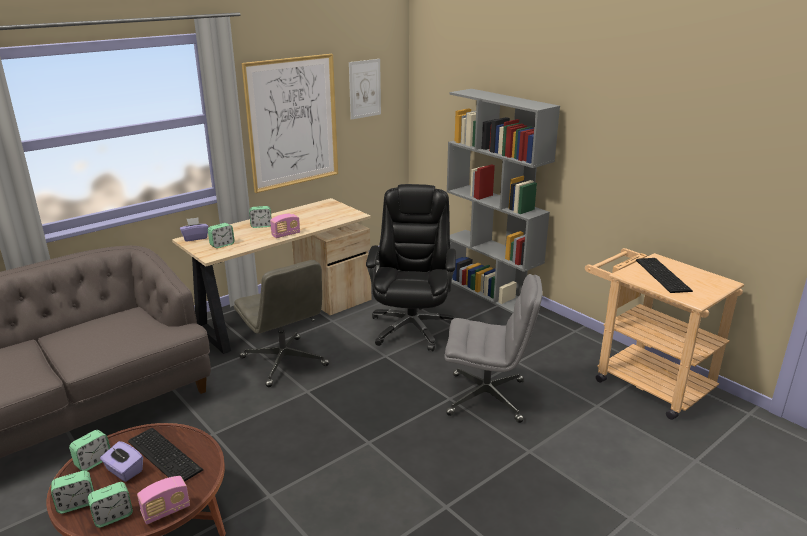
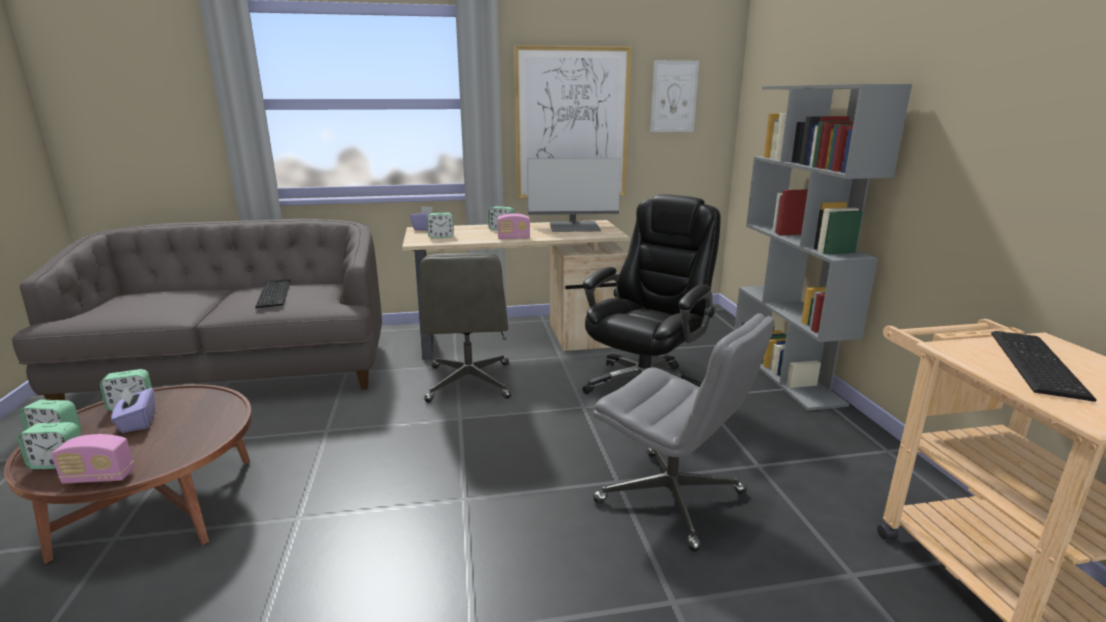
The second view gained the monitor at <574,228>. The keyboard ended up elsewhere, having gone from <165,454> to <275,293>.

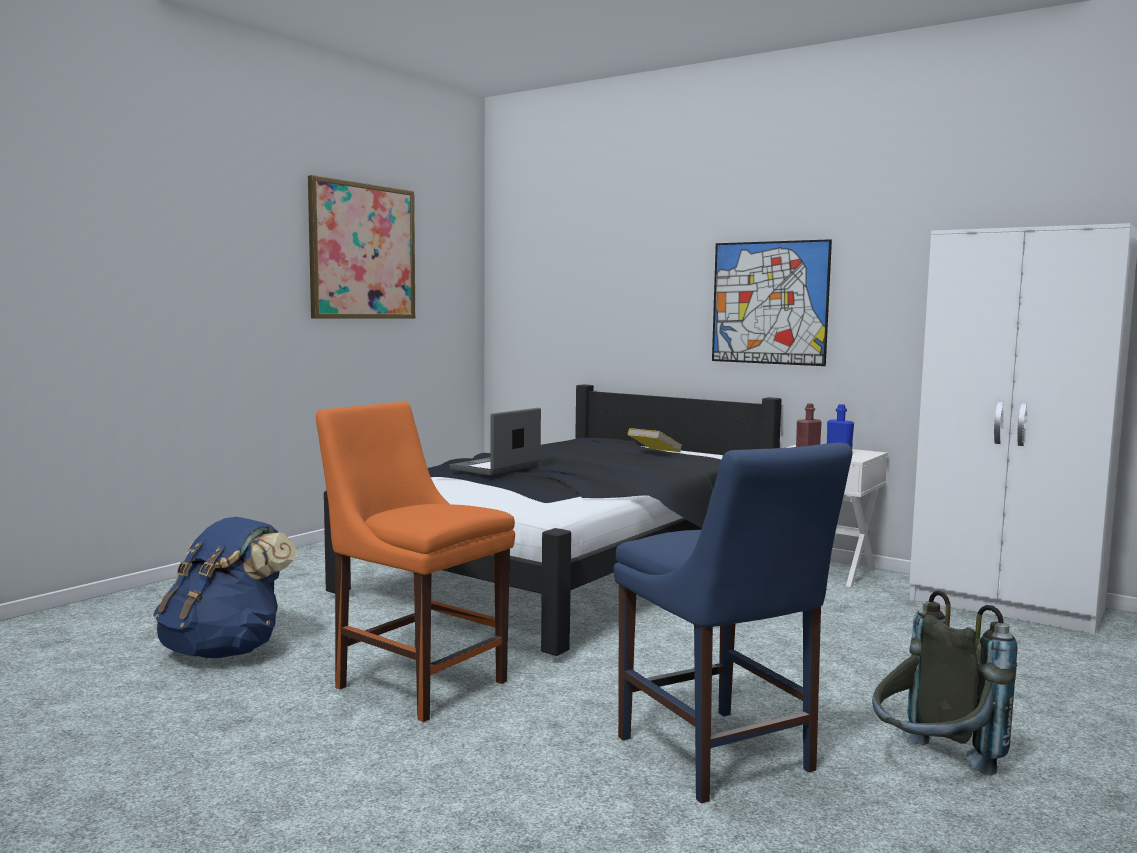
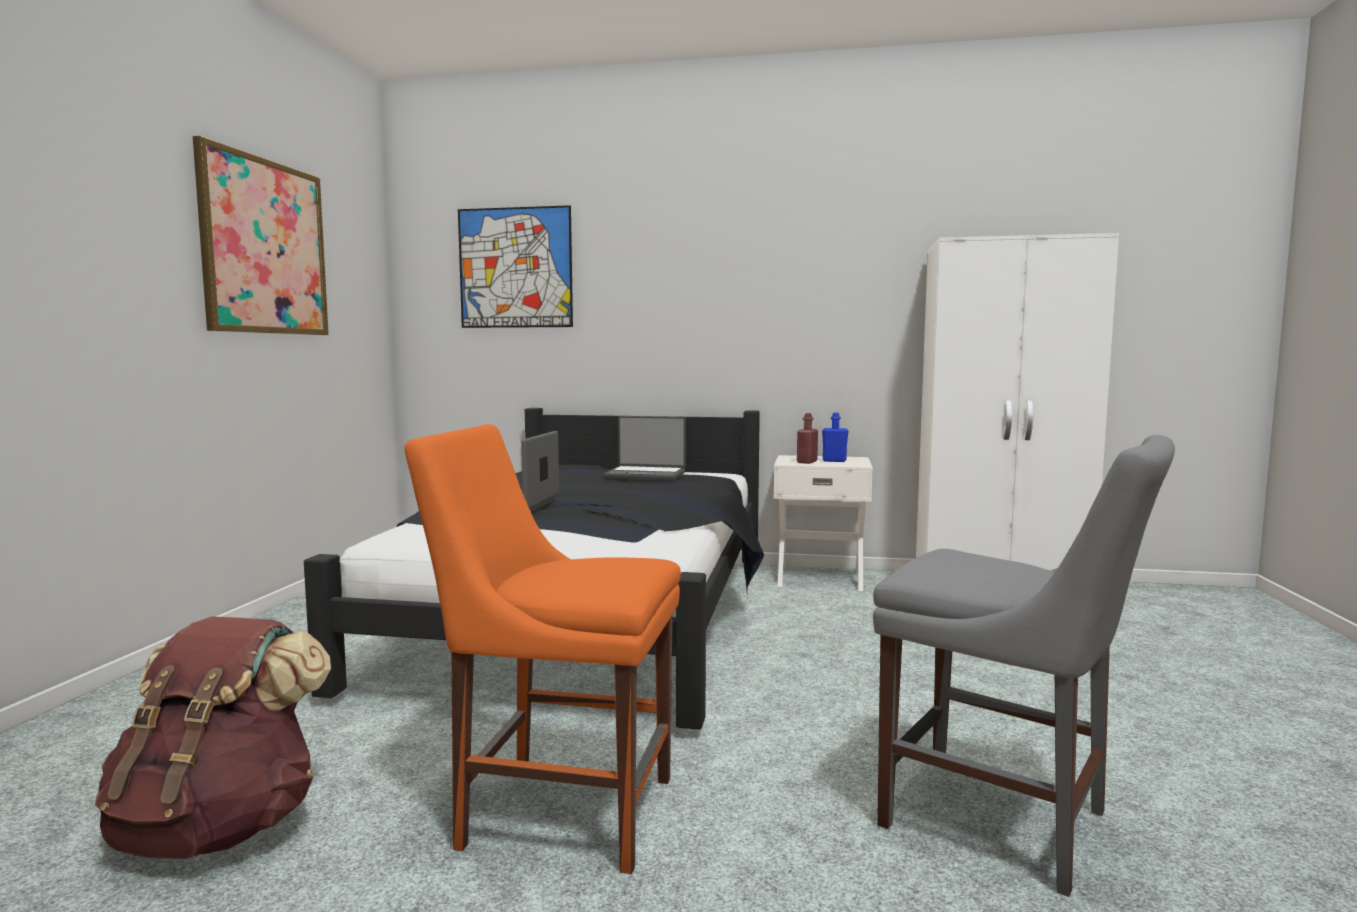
The second view lost the backpack (grey) at <931,767>. The picture ended up elsewhere, having gone from <769,303> to <515,268>. Where the book (yellow) stood at <654,452>, the laptop came to stand at <646,475>. What was the backpack (blue) at <226,650> turned into the backpack (brown) at <220,827>. What was the chair (blue) at <719,758> turned into the chair (grey) at <1005,823>.

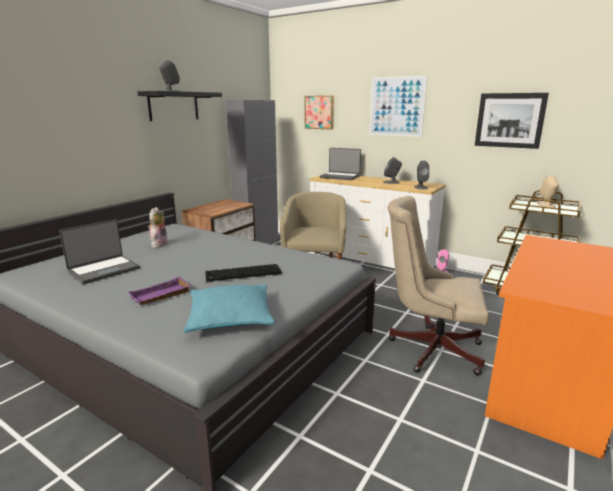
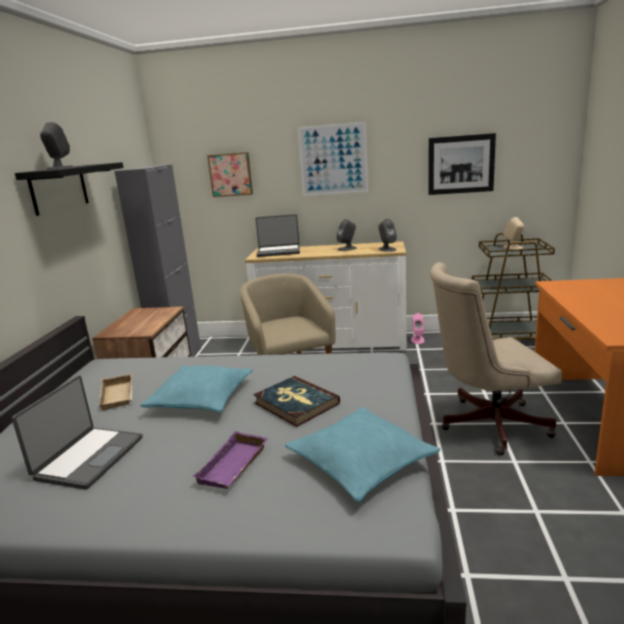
The second view gained the pillow (turquoise) at <201,398>. Where the plush toy stood at <158,244>, the tray (beige) came to stand at <119,395>. Where the keyboard stood at <242,274>, the book came to stand at <296,403>.

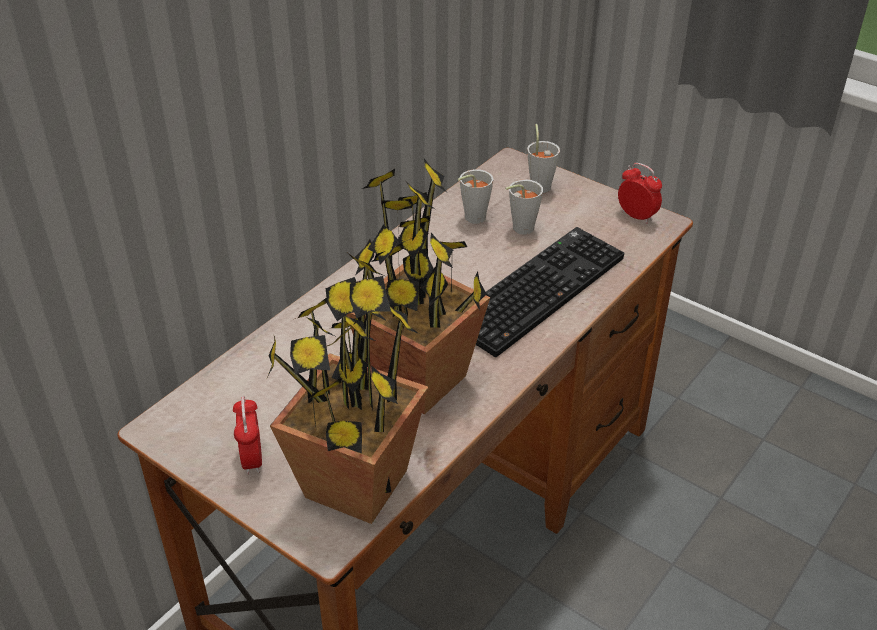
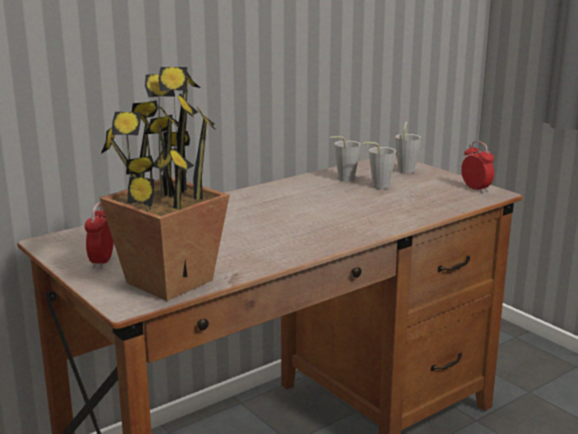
The second view lost the potted plant at <420,381>. The second view lost the keyboard at <537,289>.

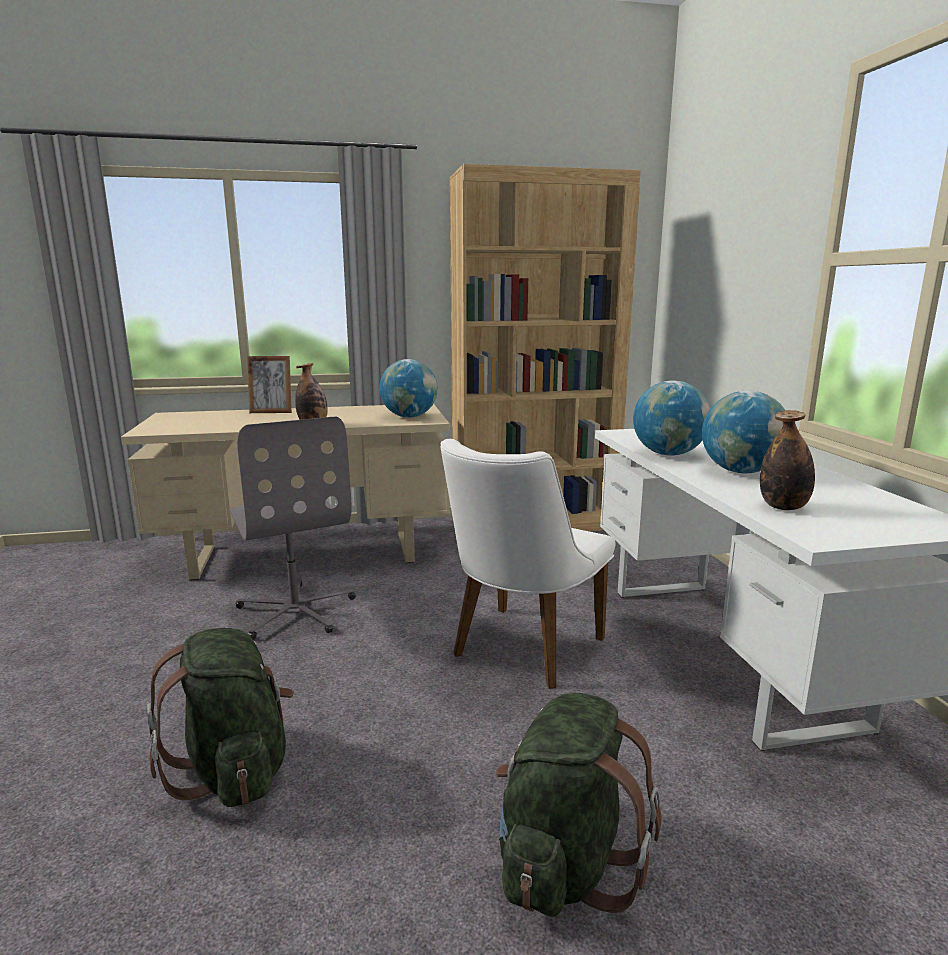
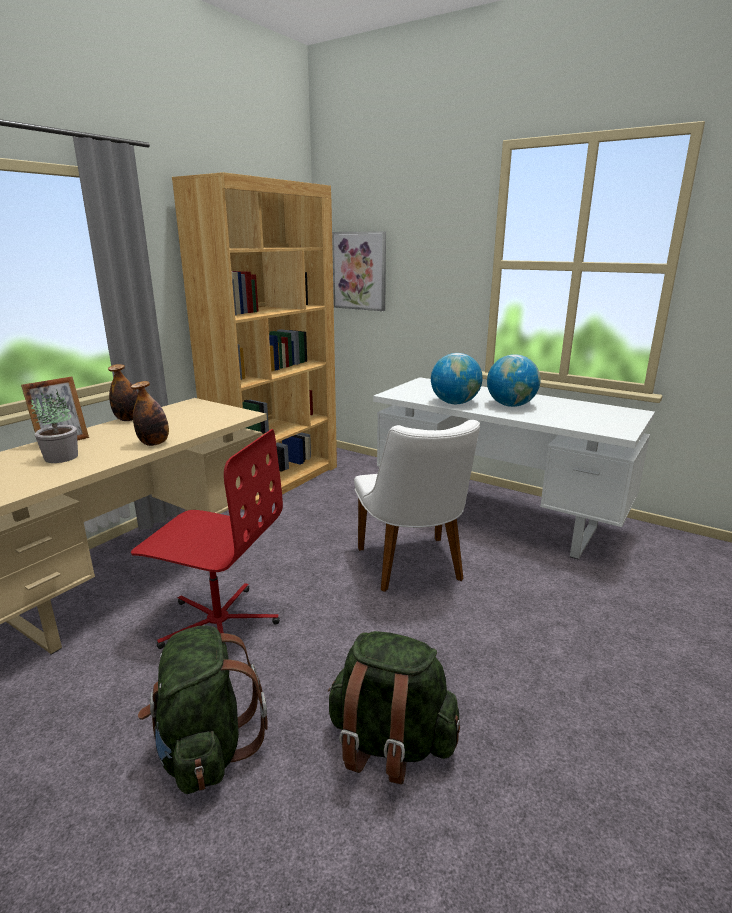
The second view lost the globe at <409,417>. The second view gained the potted plant at <61,457>. The second view gained the picture at <360,271>. The backpack (green) ended up elsewhere, having gone from <564,863> to <205,748>. The bottle ended up elsewhere, having gone from <783,507> to <128,419>. What was the office chair (grey) at <296,611> turned into the office chair (red) at <218,623>.

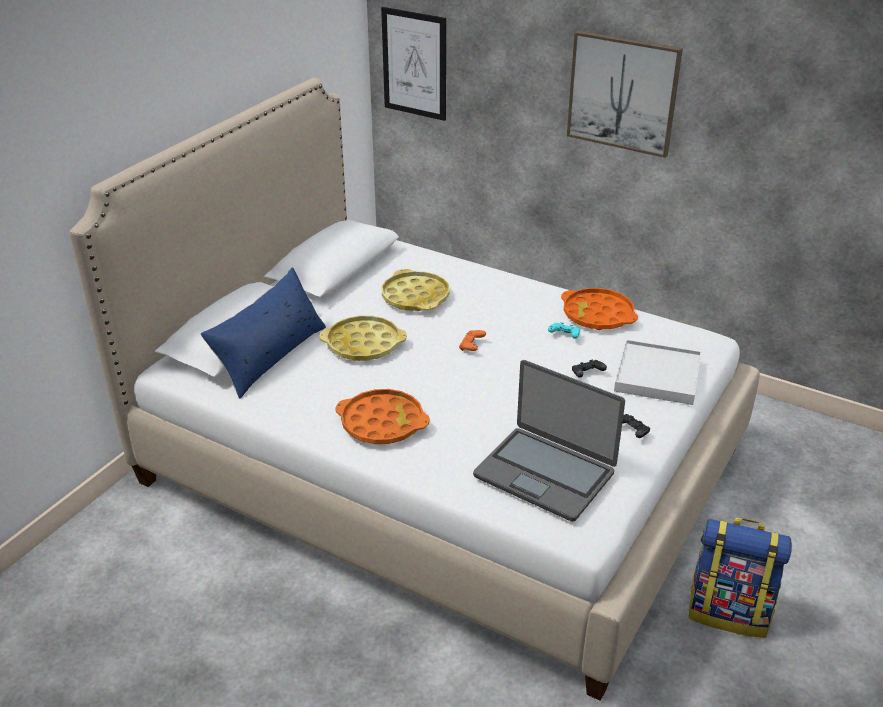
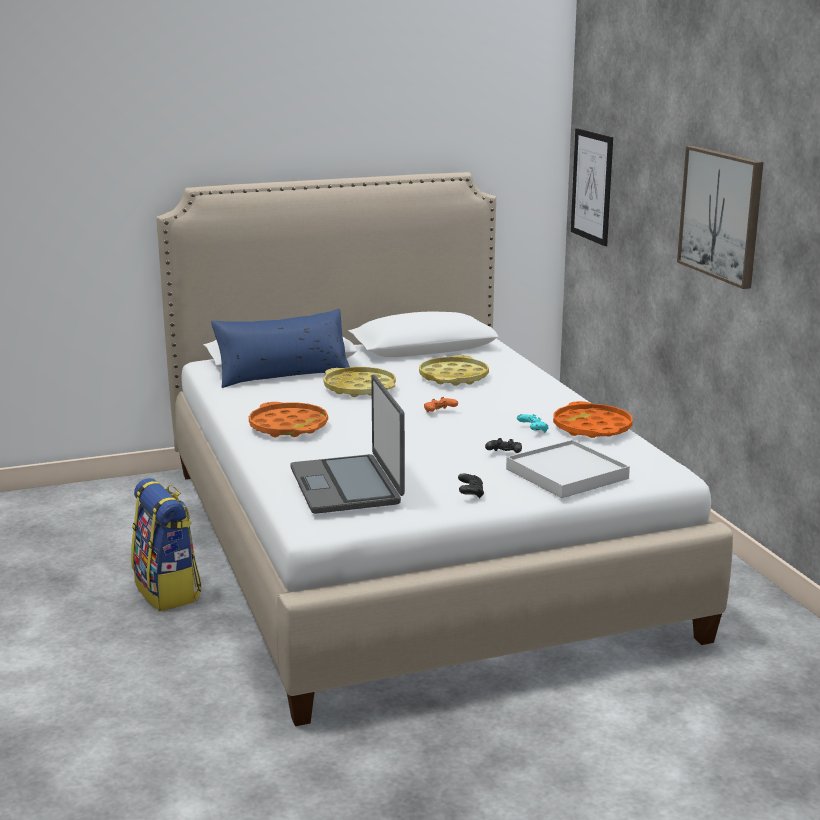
The backpack ended up elsewhere, having gone from <729,612> to <168,591>.

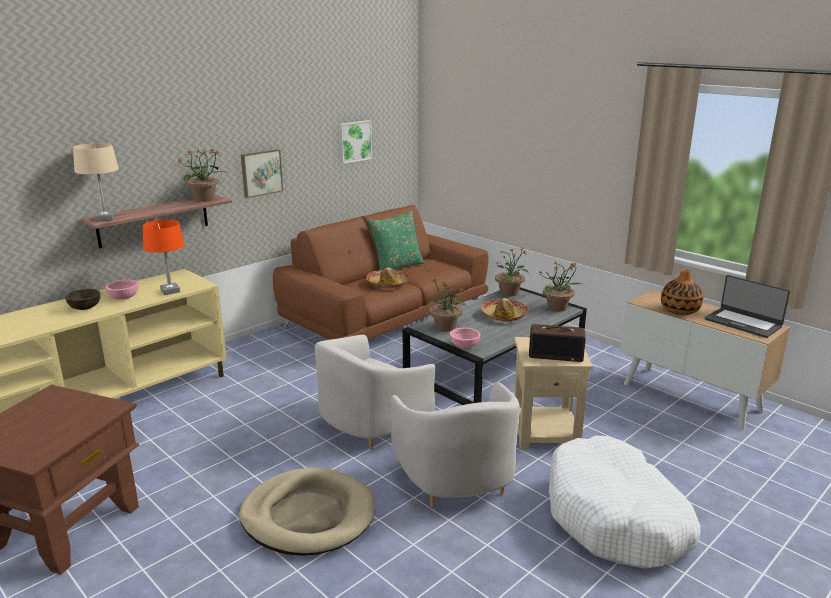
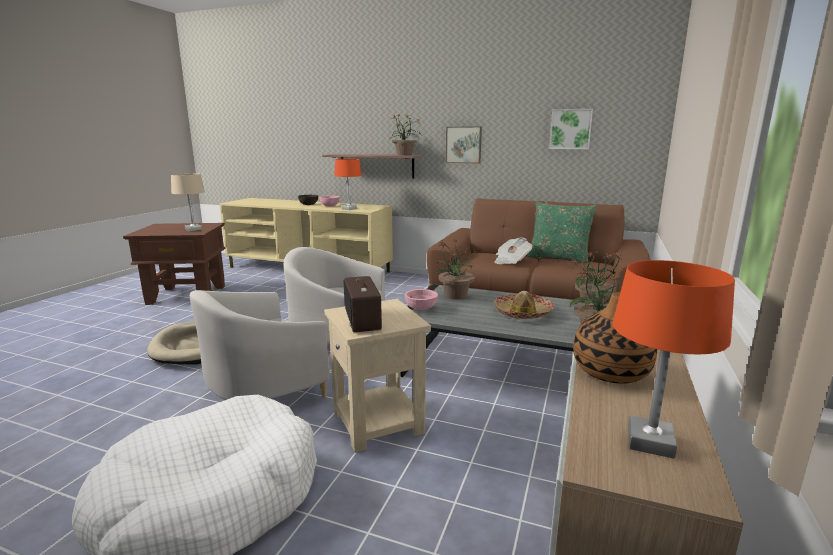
The table lamp (beige) ended up elsewhere, having gone from <105,219> to <193,229>. Where the hat stood at <388,283>, the newspaper came to stand at <511,261>. Where the laptop stood at <743,323>, the table lamp (orange) came to stand at <650,442>.

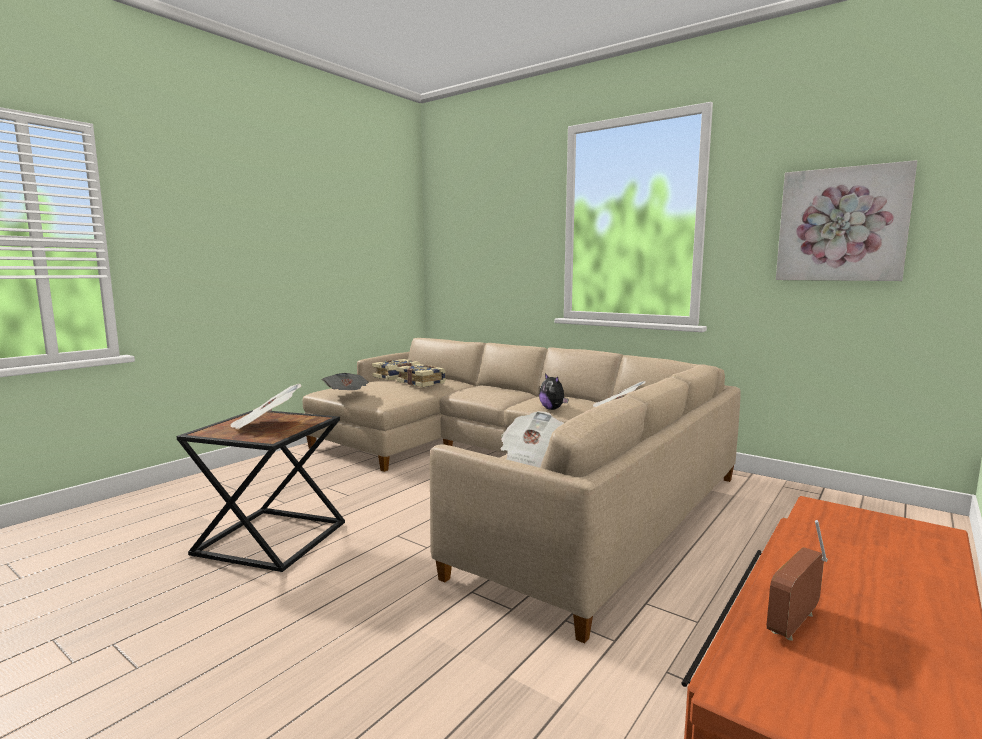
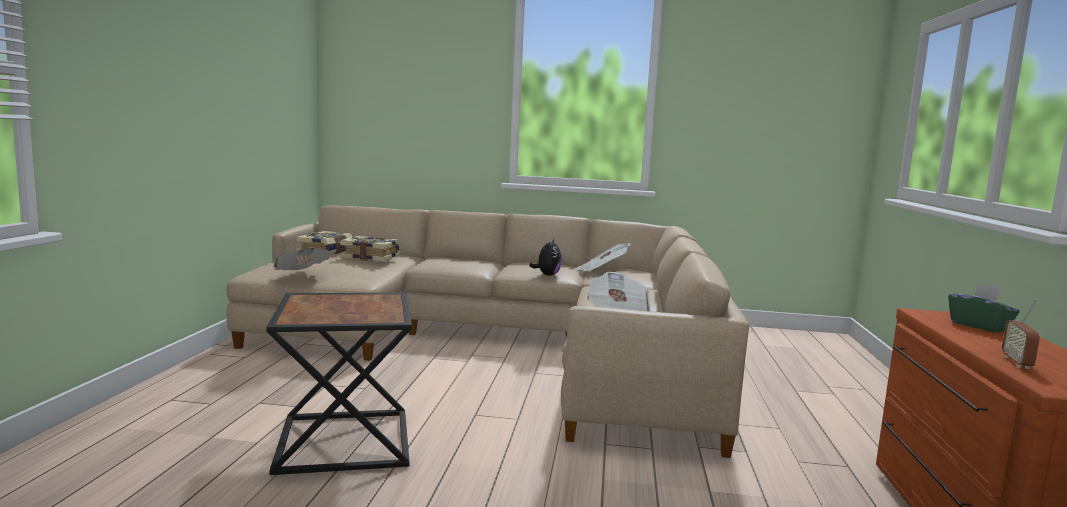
The second view lost the newspaper at <265,425>. The second view lost the picture at <841,225>. The second view gained the tissue box (green) at <979,326>. The plush toy at <552,409> ended up facing another way, 105 degrees counterclockwise from before.

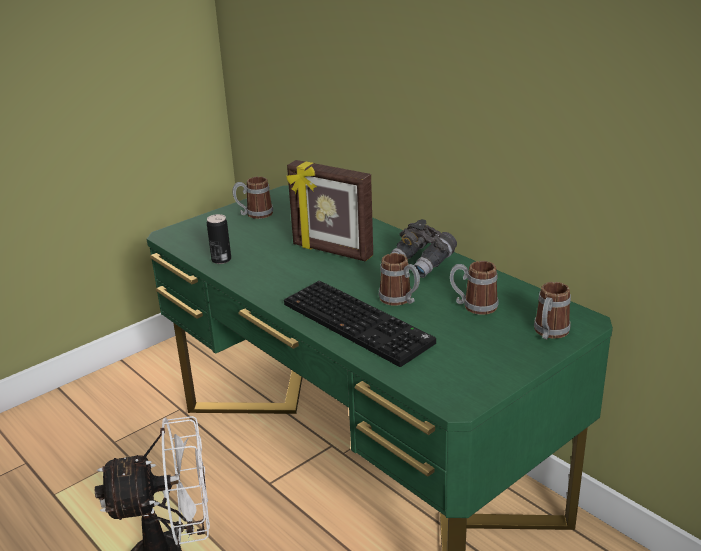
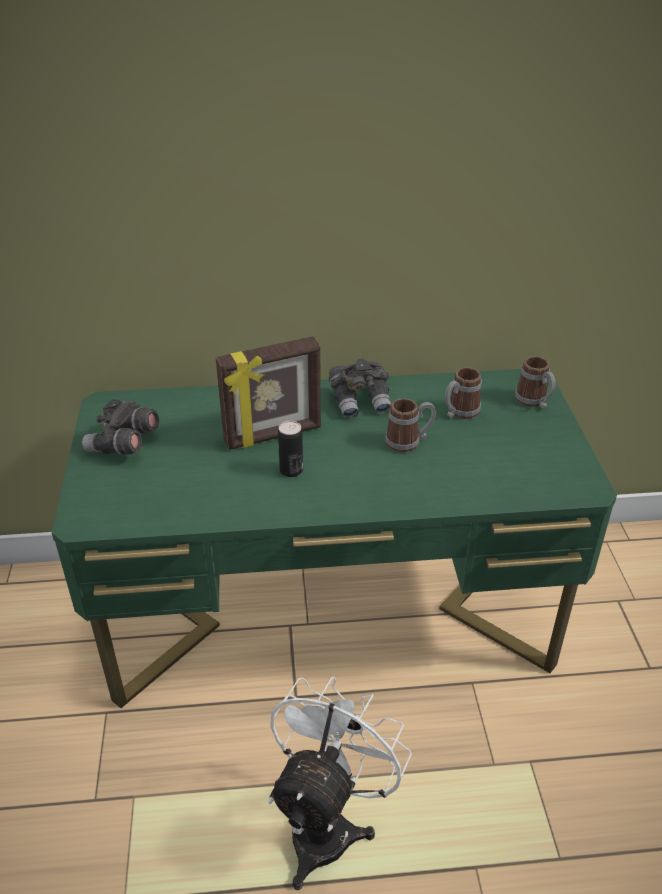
The second view lost the keyboard at <360,323>. The can ended up elsewhere, having gone from <221,260> to <291,470>. Where the mug stood at <254,214>, the binoculars (grey) came to stand at <123,445>.

